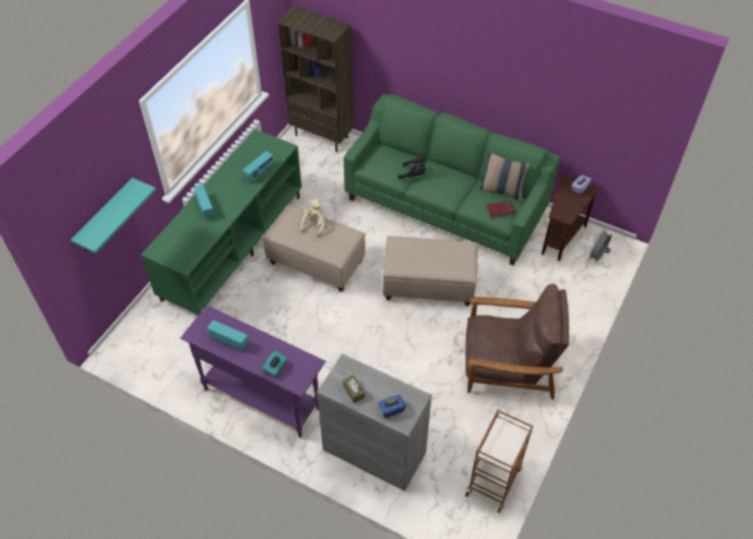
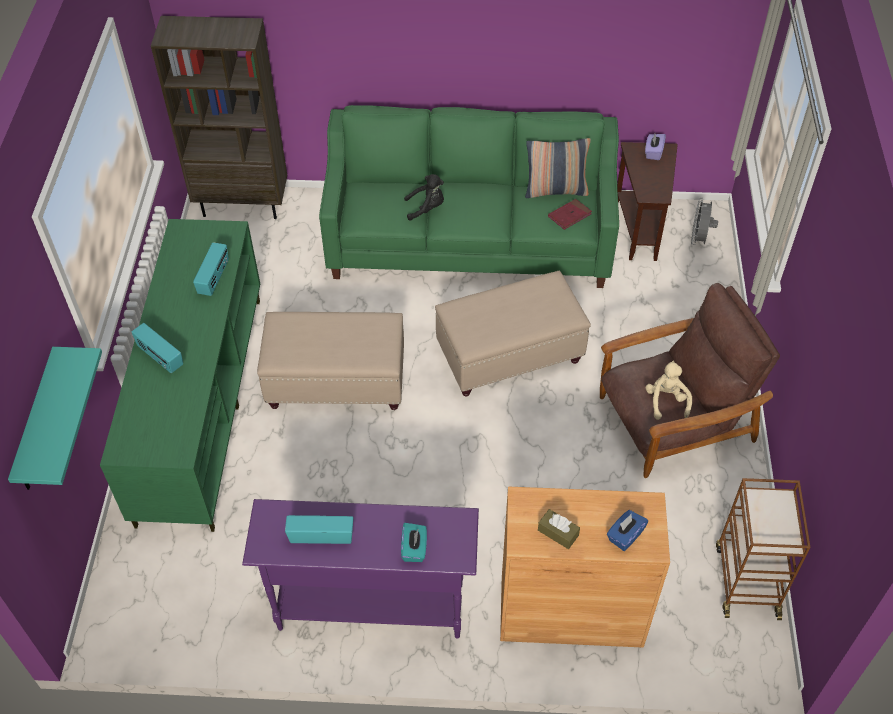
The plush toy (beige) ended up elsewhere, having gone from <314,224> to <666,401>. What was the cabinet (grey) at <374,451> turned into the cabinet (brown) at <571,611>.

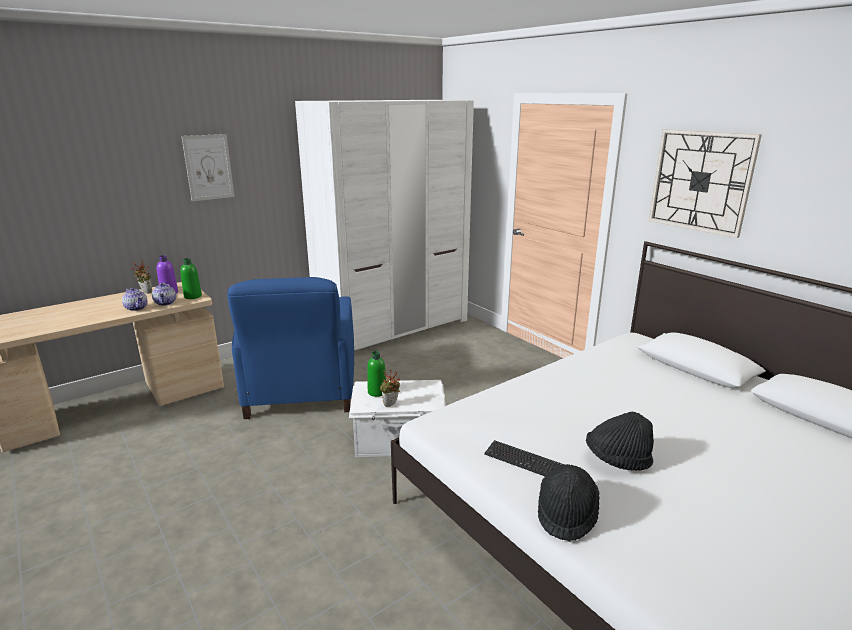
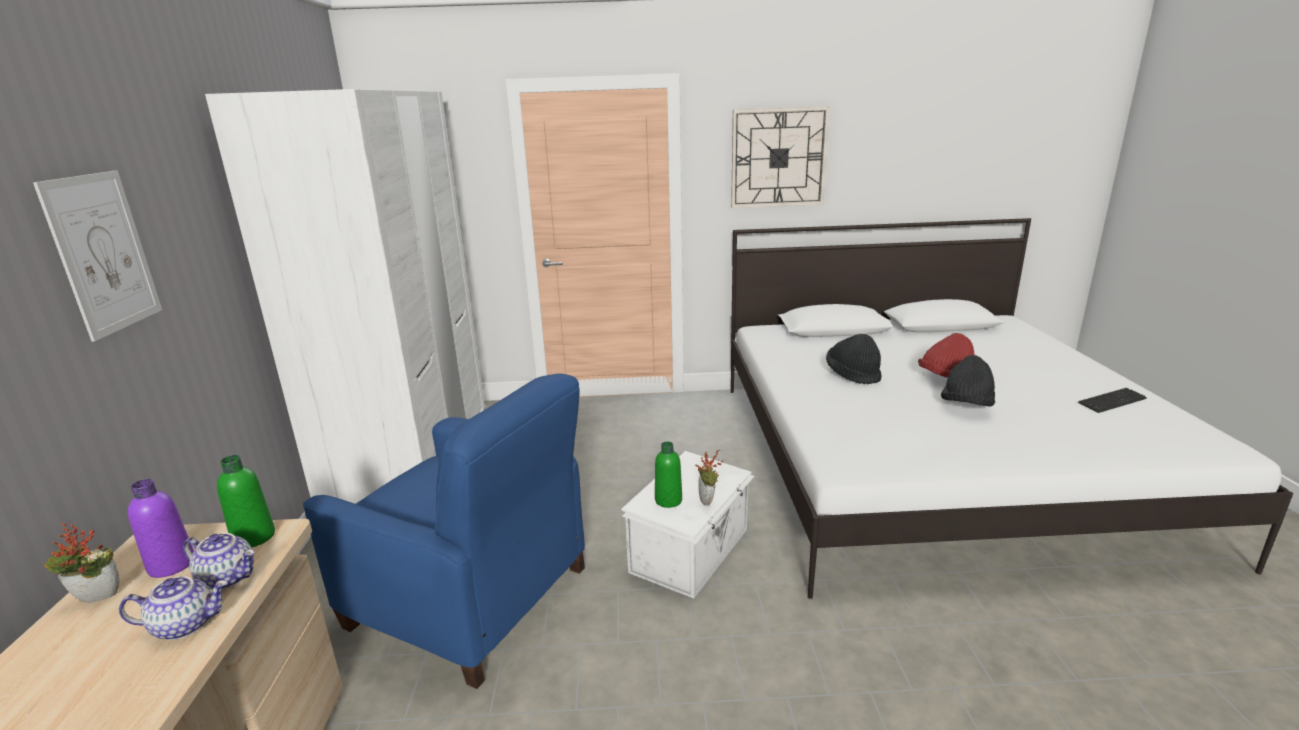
The second view gained the hat (red) at <945,378>. The keyboard ended up elsewhere, having gone from <523,461> to <1112,402>. The hat (black) ended up elsewhere, having gone from <566,514> to <852,375>.

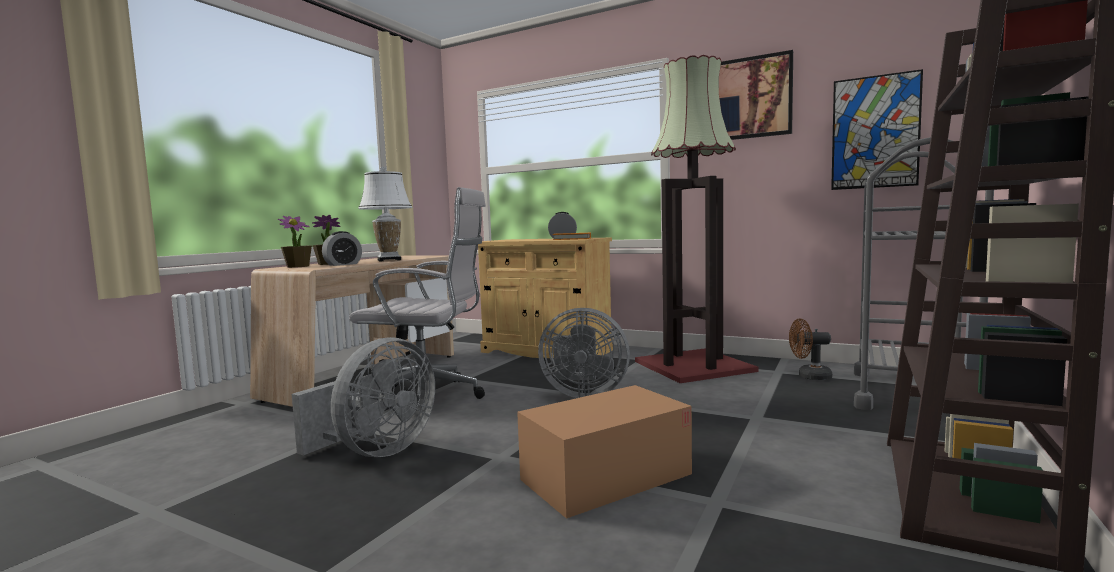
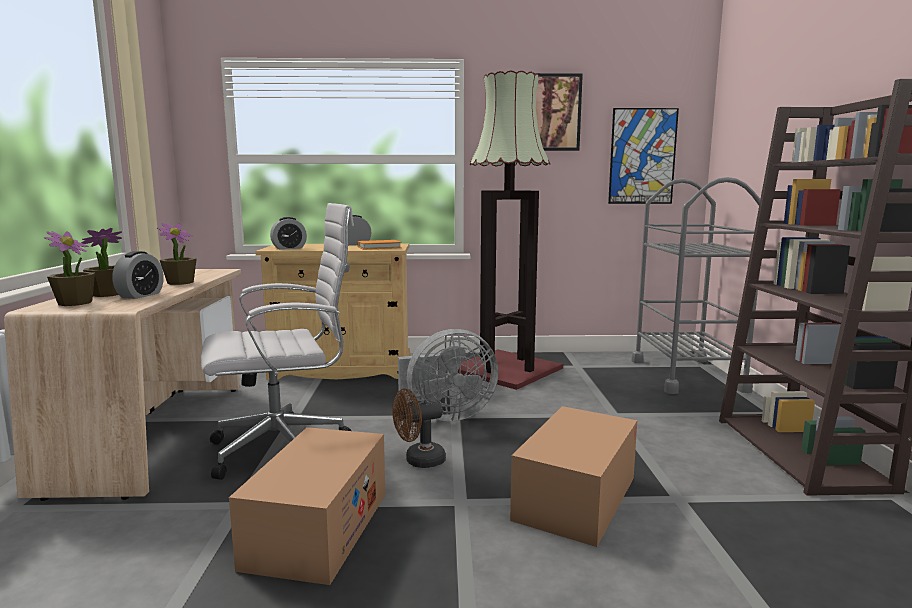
The second view gained the alarm clock at <289,248>. The fan (brown) ended up elsewhere, having gone from <809,376> to <419,461>. Where the fan (grey) stood at <376,451>, the cardboard box came to stand at <318,529>. Where the table lamp (white) stood at <389,260>, the potted plant came to stand at <180,282>.

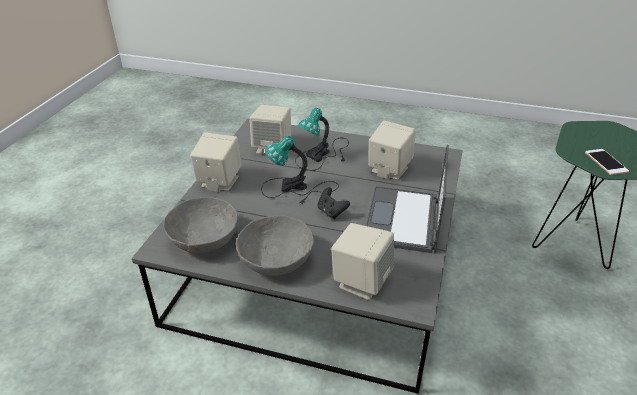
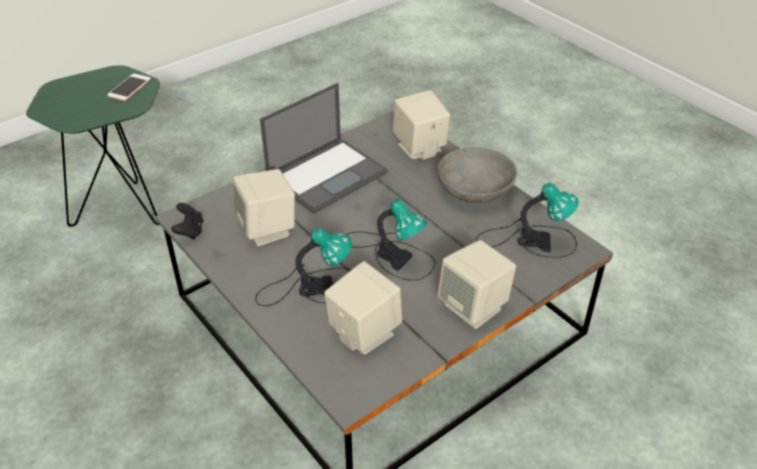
The game controller (black) ended up elsewhere, having gone from <331,212> to <190,231>. Where the bowl (grey) stood at <204,239>, the table lamp came to stand at <530,239>.

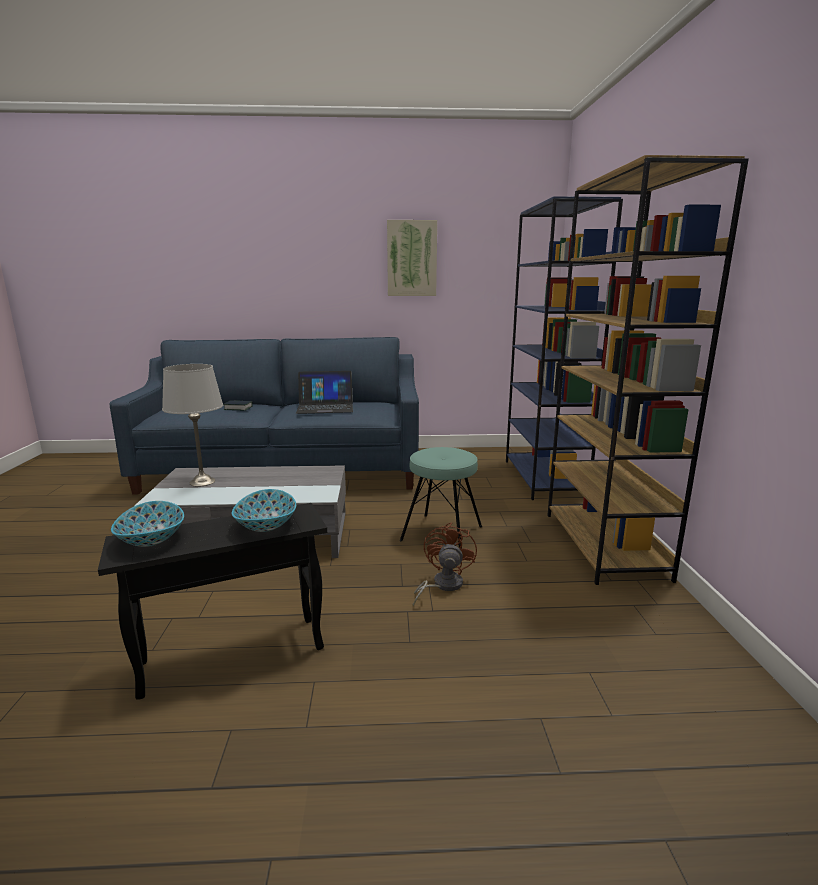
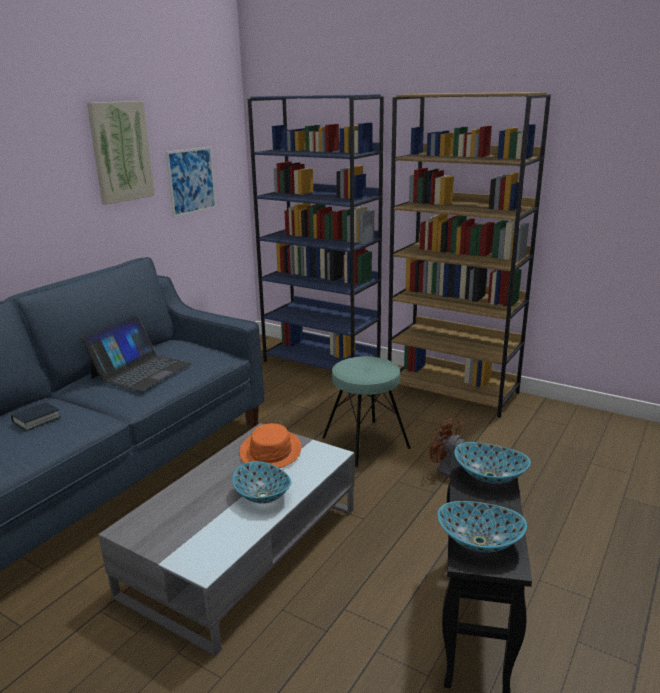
The second view lost the table lamp (grey) at <202,482>. The second view gained the picture at <191,181>. The second view gained the bowl at <263,495>. The second view gained the hat (orange) at <271,451>.

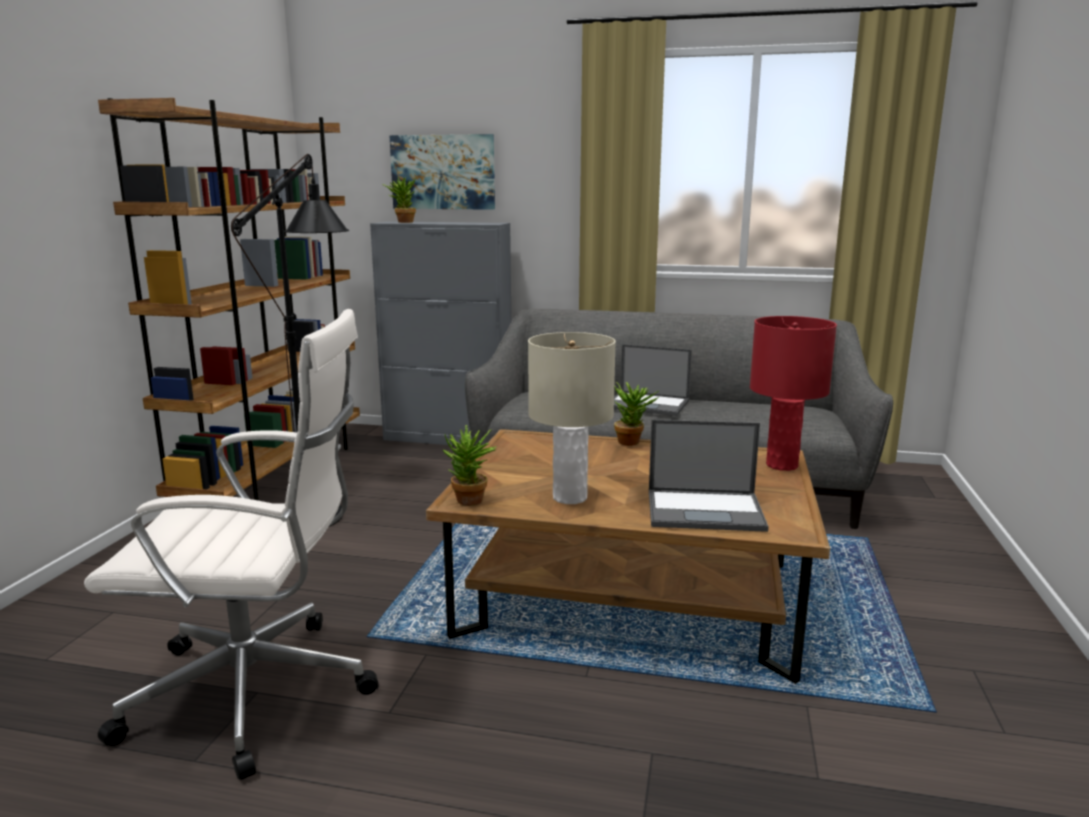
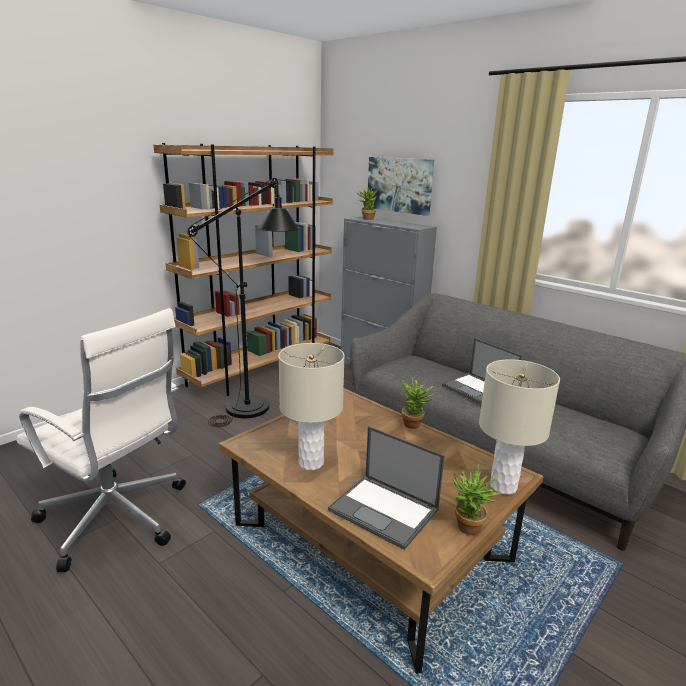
The potted plant ended up elsewhere, having gone from <470,503> to <468,530>. What was the table lamp (red) at <781,465> turned into the table lamp (beige) at <503,486>.

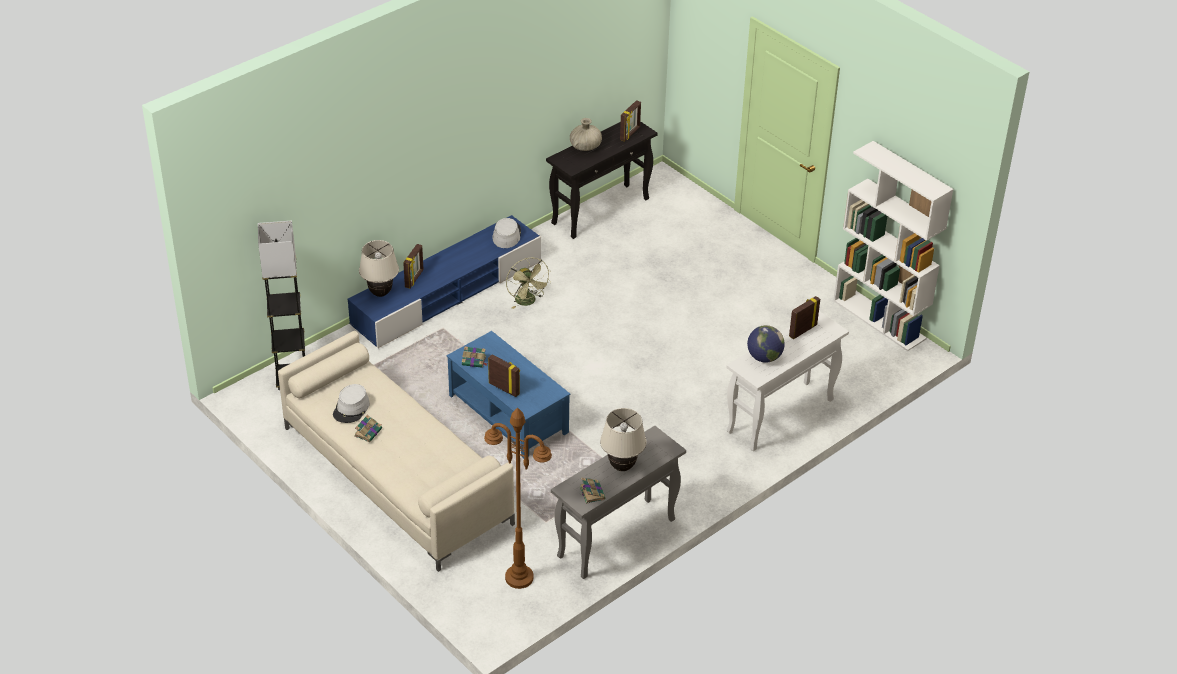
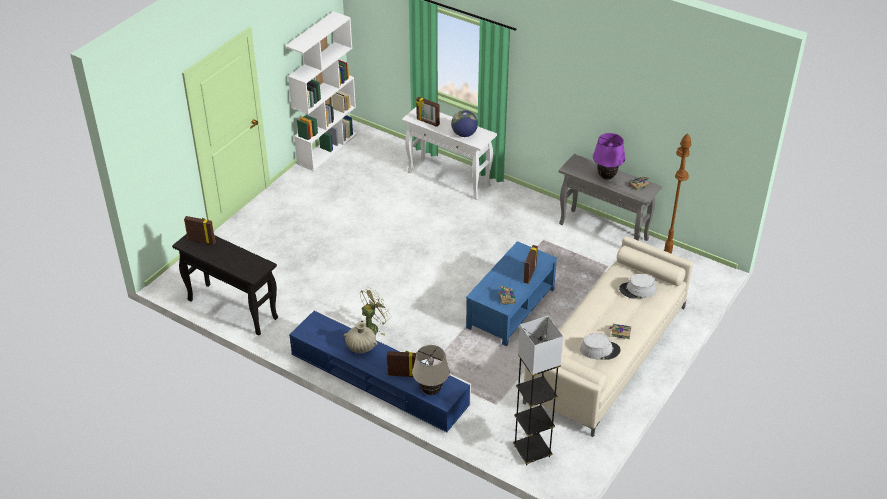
The hat (grey) ended up elsewhere, having gone from <506,235> to <637,290>. The vase (beige) ended up elsewhere, having gone from <585,147> to <361,347>. What was the table lamp (beige) at <622,467> turned into the table lamp (purple) at <606,177>.

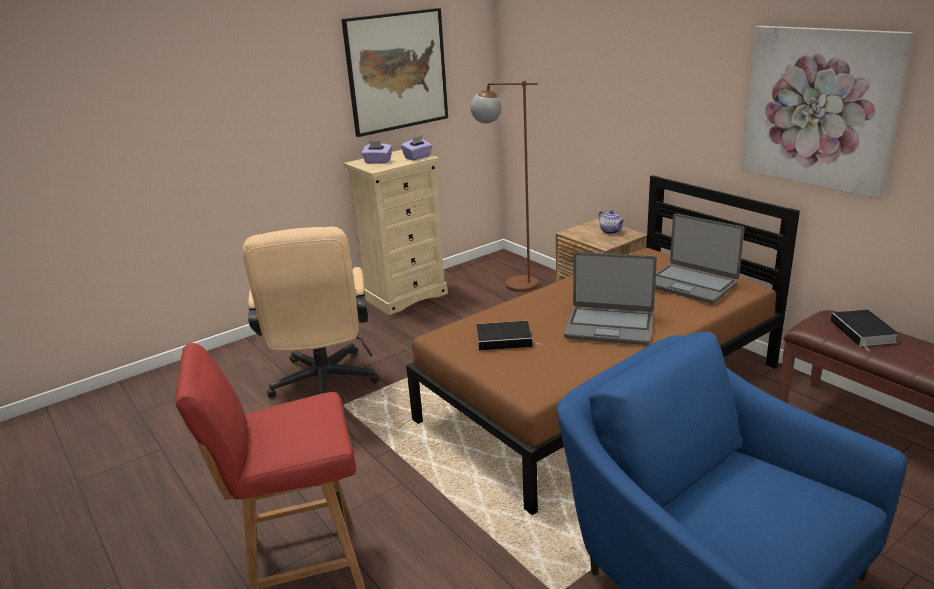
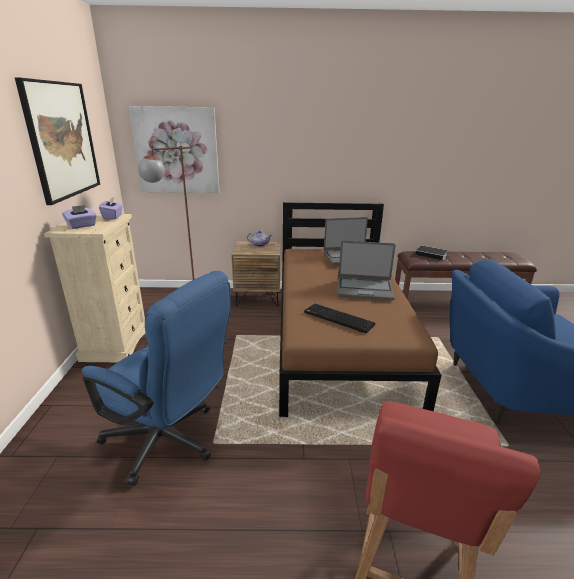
The picture ended up elsewhere, having gone from <819,108> to <176,151>. Where the book stood at <505,339>, the keyboard came to stand at <337,319>. What was the office chair (beige) at <323,386> turned into the office chair (blue) at <169,442>. The laptop at <609,326> ended up facing another way, 45 degrees clockwise from before.

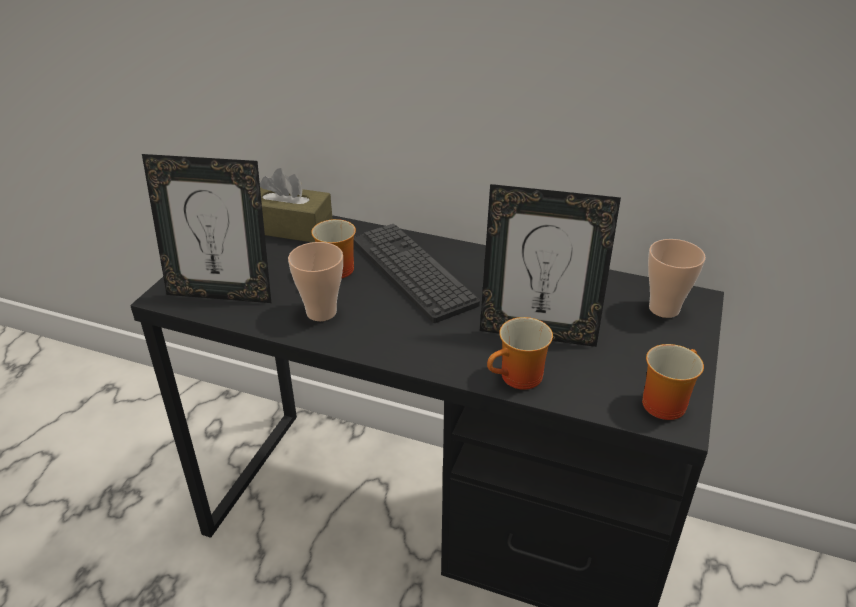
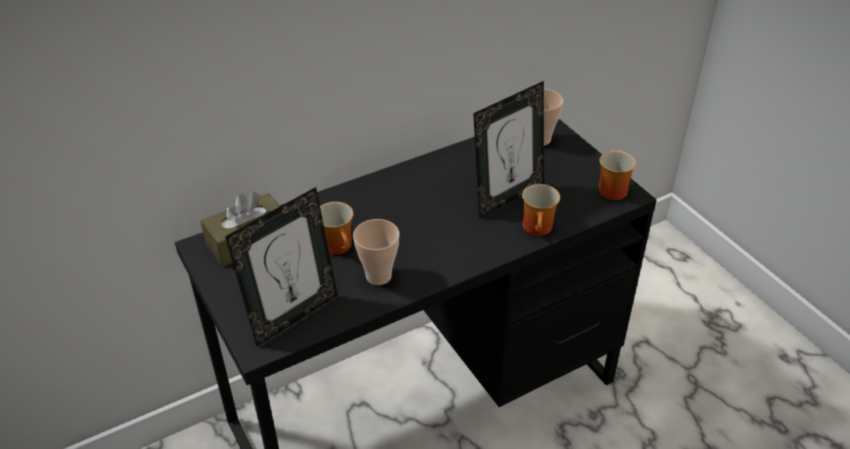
The second view lost the keyboard at <412,272>.

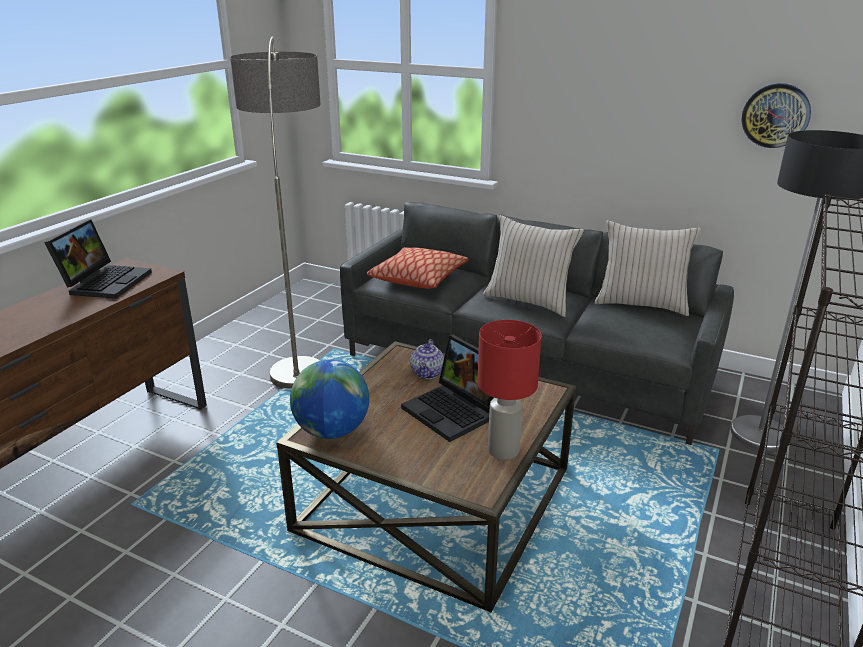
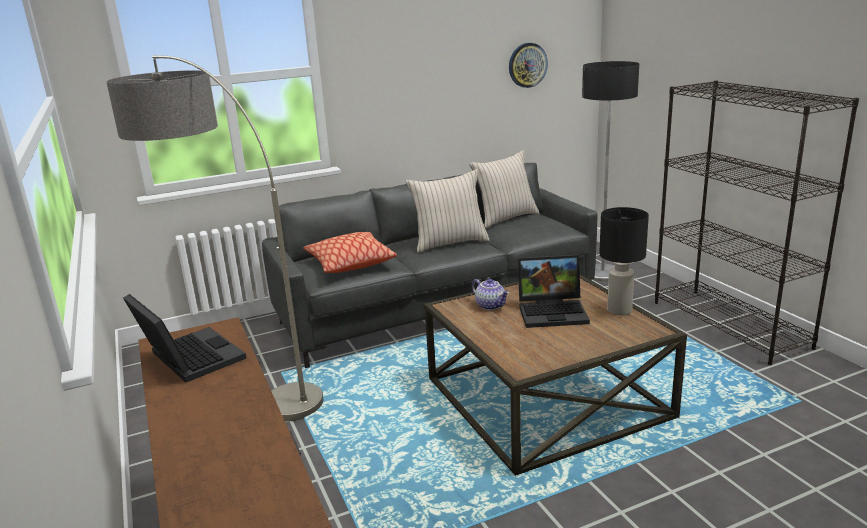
The second view lost the globe at <332,431>. What was the table lamp (red) at <502,450> turned into the table lamp (black) at <619,311>.

